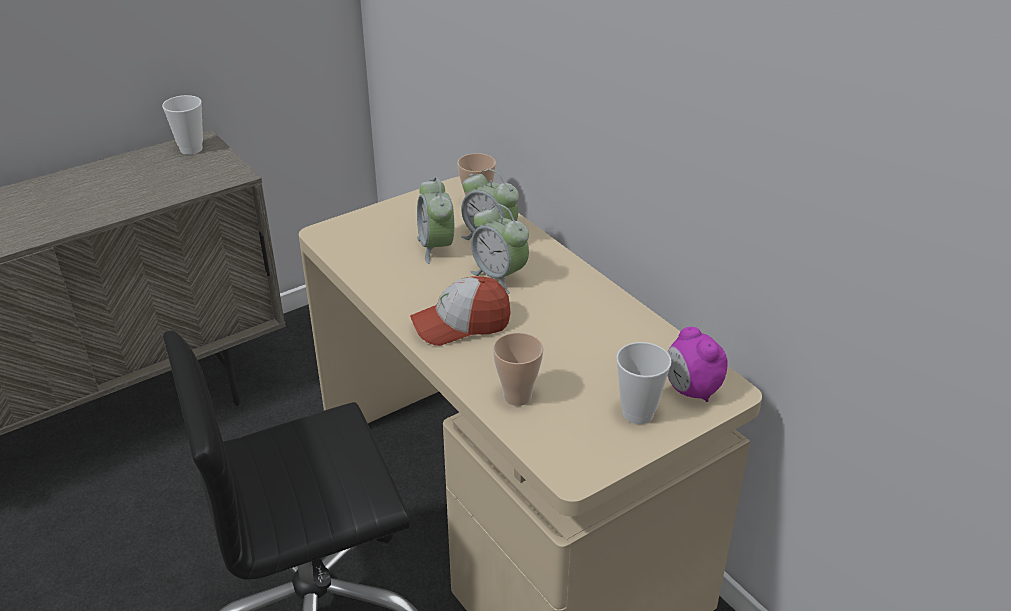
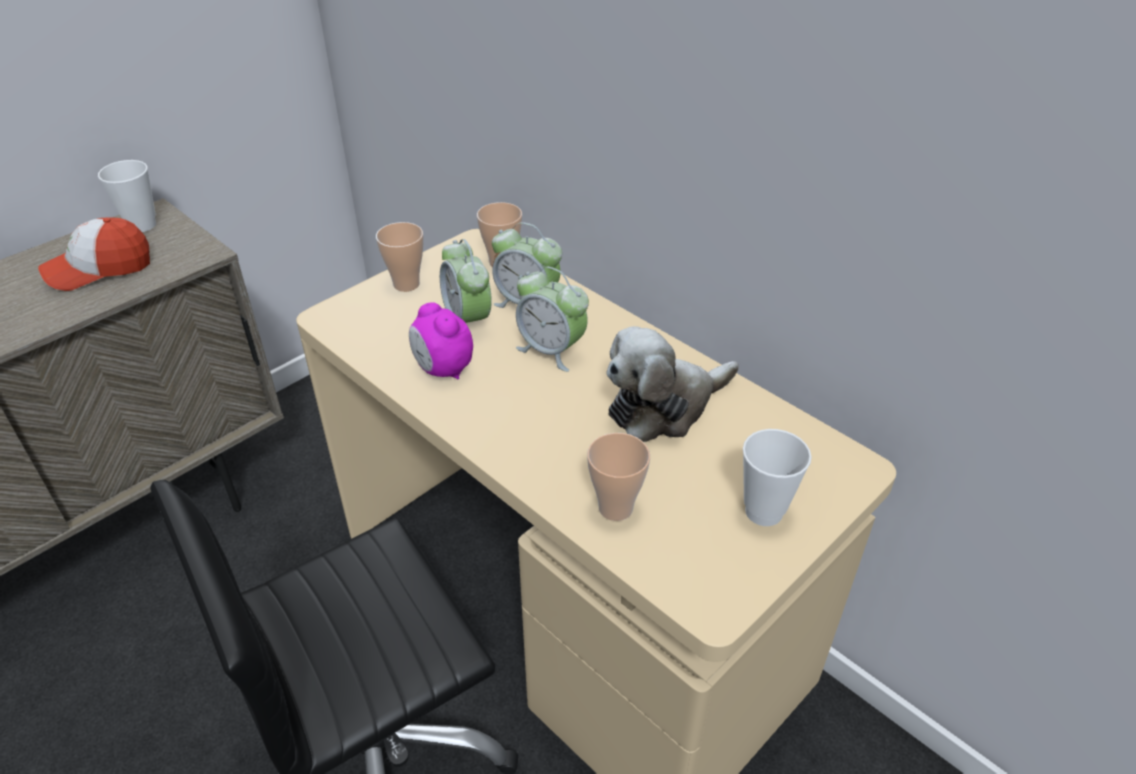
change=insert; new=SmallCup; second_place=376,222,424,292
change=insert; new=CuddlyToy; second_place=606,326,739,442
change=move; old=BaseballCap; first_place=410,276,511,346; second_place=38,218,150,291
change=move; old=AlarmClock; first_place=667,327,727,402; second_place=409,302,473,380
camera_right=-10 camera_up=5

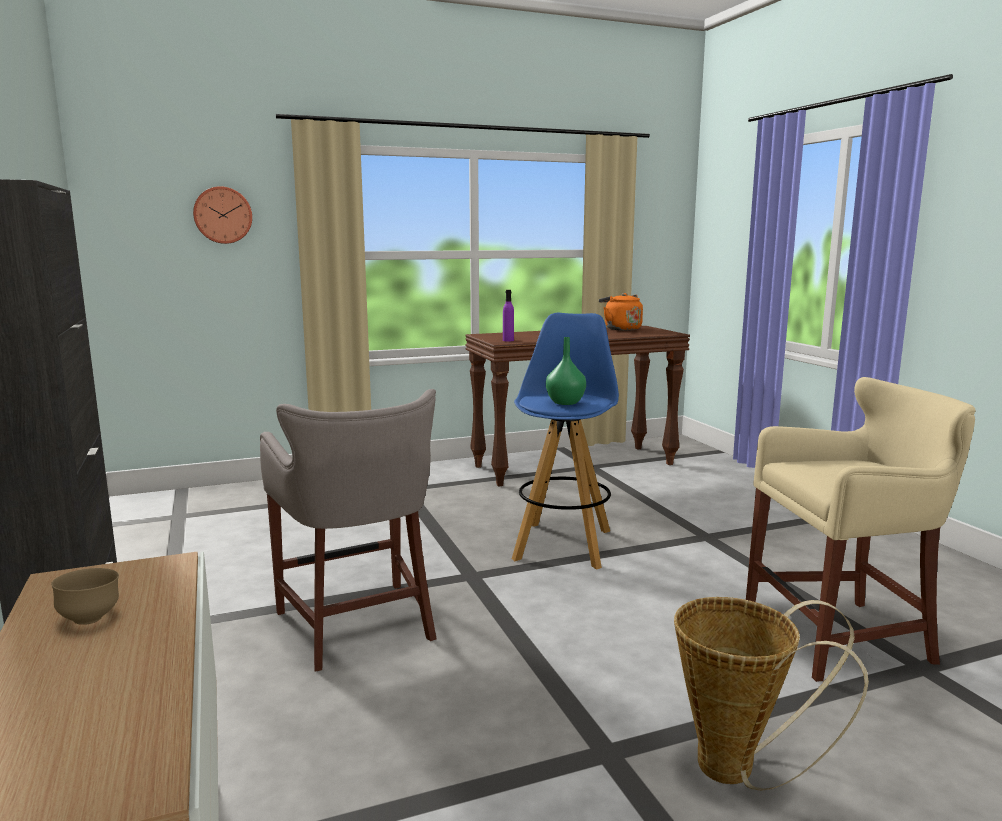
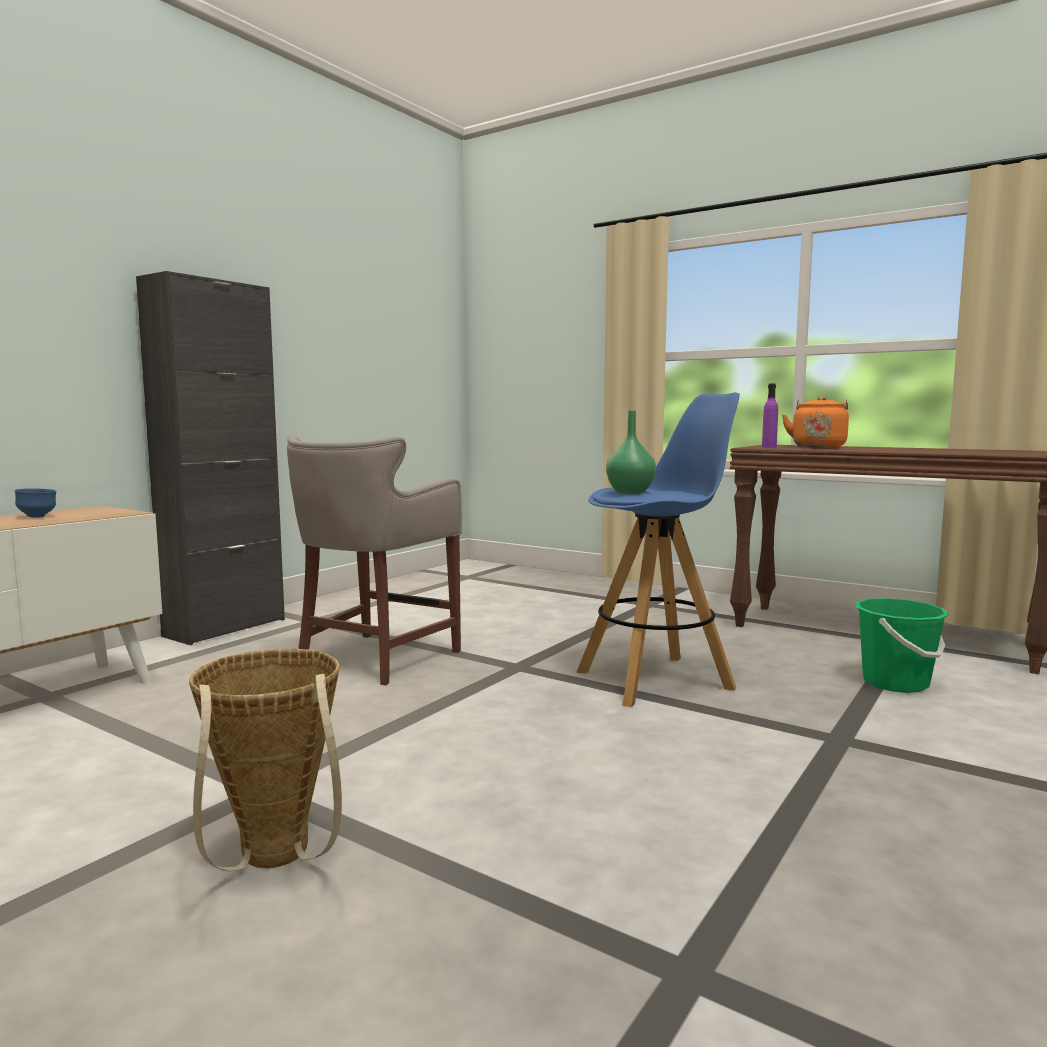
change=delete; old=ClockOnTheWall; first_place=193,186,252,244
change=delete; old=BeigeColouredStoolSeat; first_place=746,377,976,682
change=insert; new=GreenishWaterBucket; second_place=855,598,949,693
change=move; old=OrangeKettle; first_place=599,293,643,331; second_place=782,396,849,448
change=recolor; old=BrownBowl; new=BlueBowl; first_place=51,568,119,625; second_place=14,488,57,517
camera_right=55 camera_up=-5

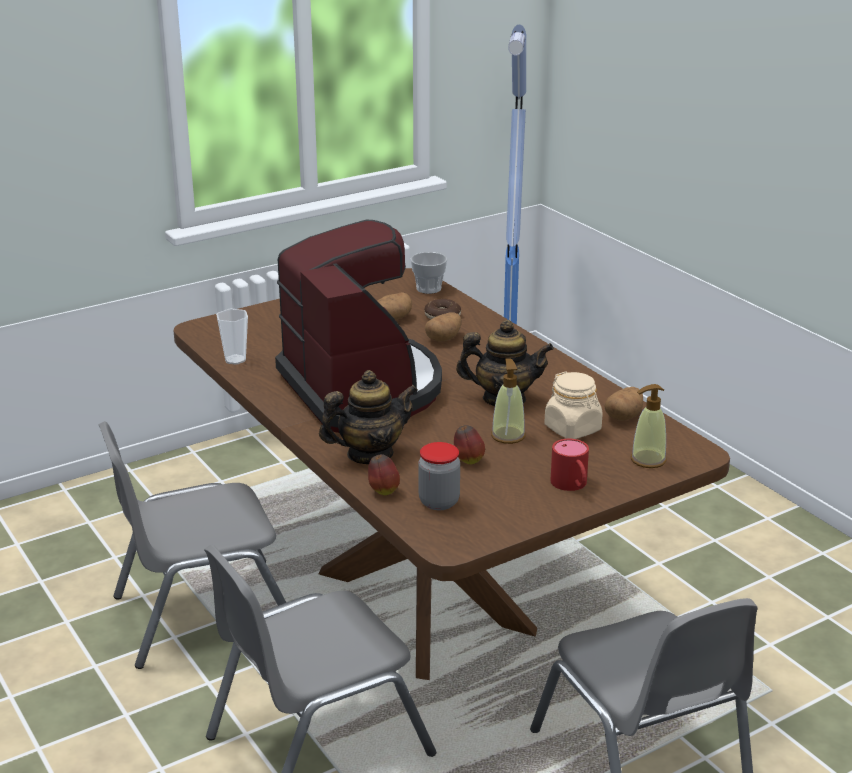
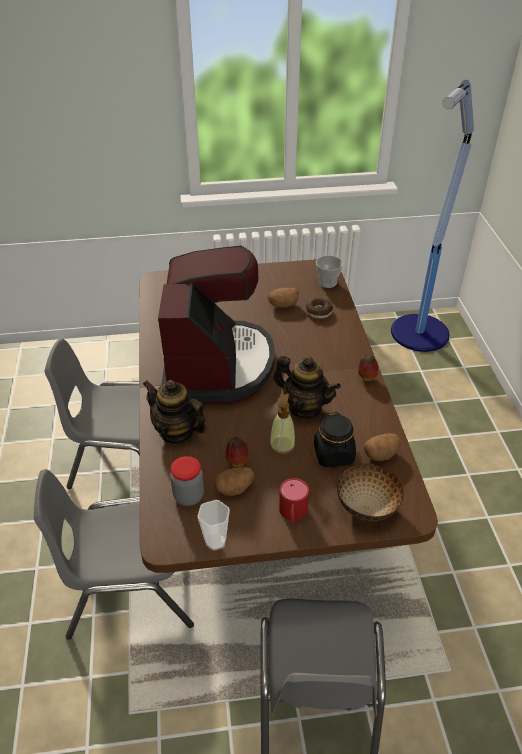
change=move; old=SmallCup; first_place=216,308,248,365; second_place=197,500,230,551
change=move; old=WholeApple; first_place=368,454,400,496; second_place=358,355,378,381
change=move; old=WholePotato; first_place=425,312,462,342; second_place=214,467,255,496
change=replace; old=SoapDispenser; new=Bowl; first_place=631,384,666,468; second_place=337,463,405,521
change=recolor; old=BeigeColouredStorageJar; new=BlackStorageJar; first_place=544,371,603,439; second_place=314,412,356,467
change=rotate; old=TeaPot; first_place=319,370,418,464; second_place=143,380,207,444; degrees=-150
camera_right=25 camera_up=15

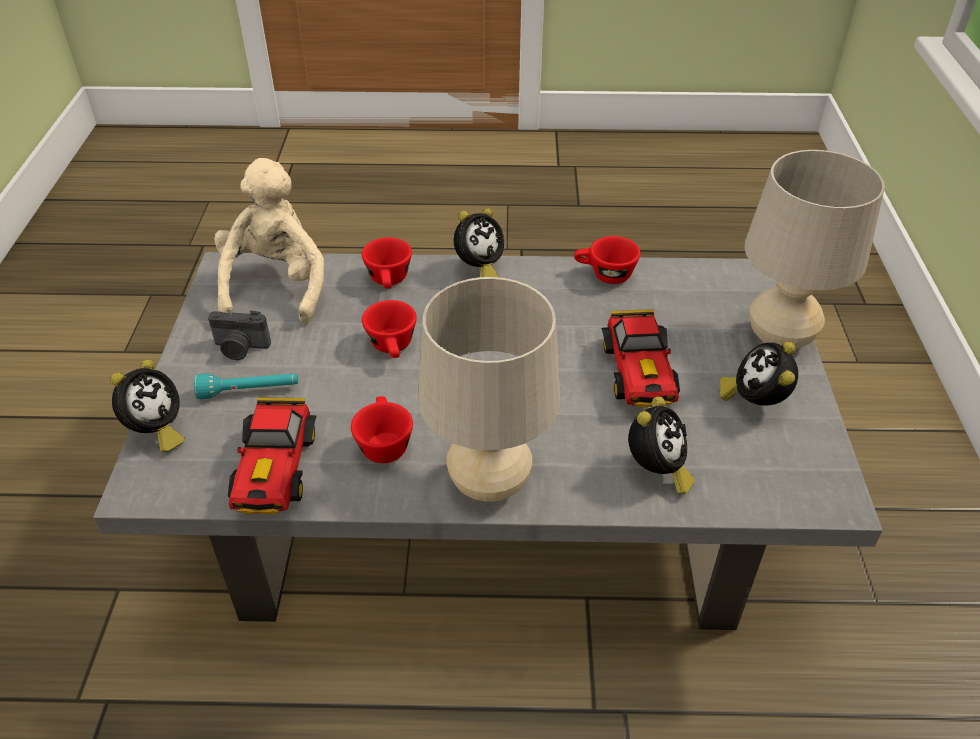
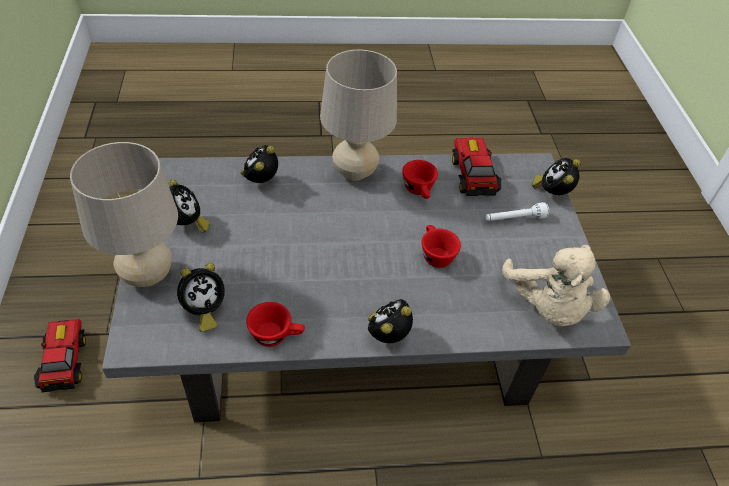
change=delete; old=StillCamera; first_place=208,310,271,360
change=delete; old=ReddishSmallCup; first_place=362,237,412,288
change=insert; new=AlarmClock; second_place=177,263,225,332
change=move; old=MiniatureCar; first_place=601,309,680,407; second_place=34,319,86,392
change=recolor; old=TurquoiseHandTorch; new=WhitishHandTorch; first_place=194,373,298,399; second_place=486,202,549,221
camera_right=170 camera_up=5

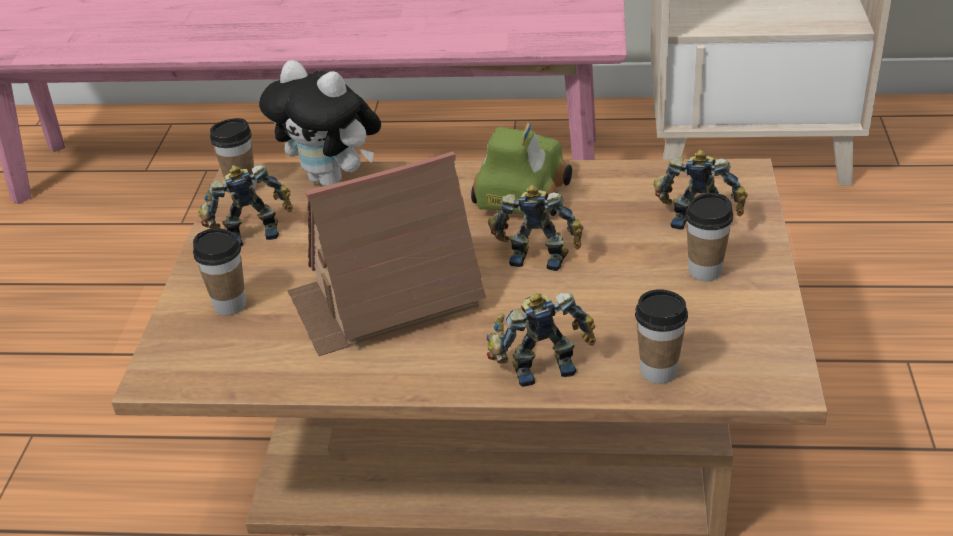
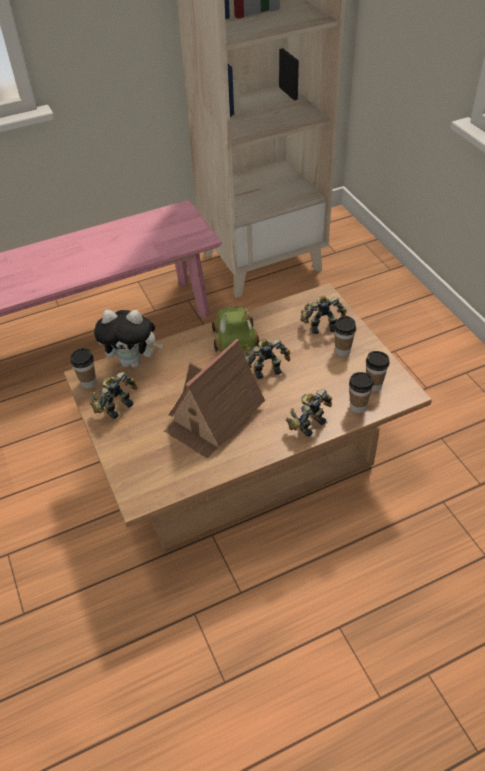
change=move; old=SmallCup; first_place=193,228,246,315; second_place=366,351,390,392
camera_right=-30 camera_up=10

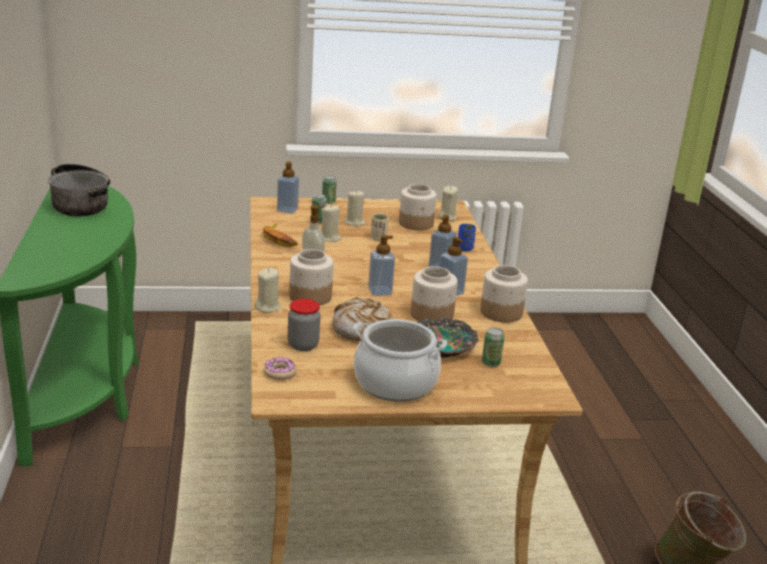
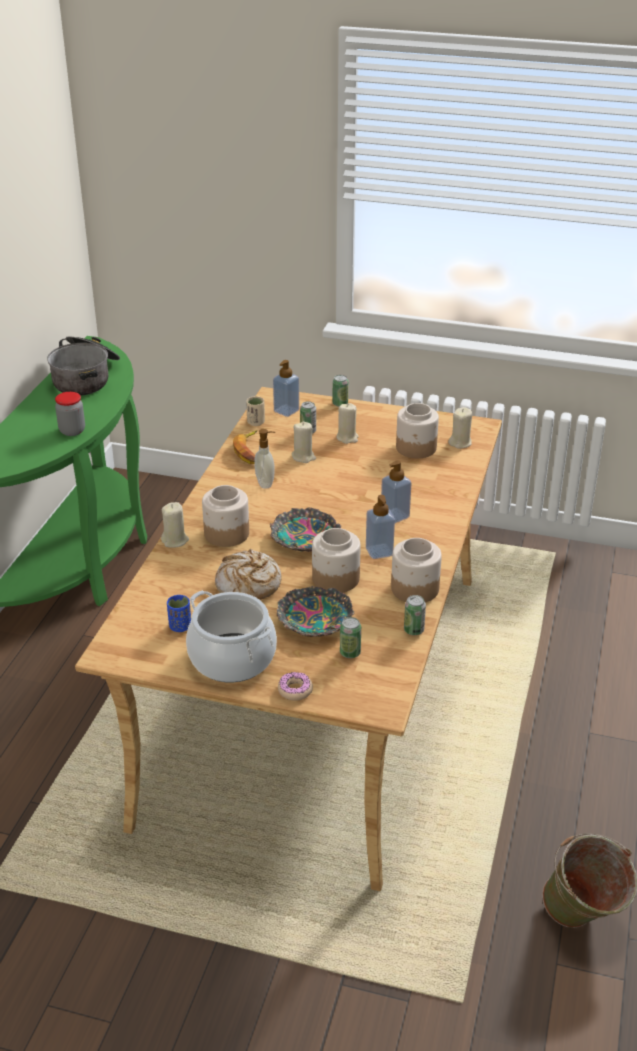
change=insert; new=MetalCan; second_place=404,595,426,635
change=move; old=RingDoughnut; first_place=264,357,297,380; second_place=278,672,313,701
change=move; old=StorageJar; first_place=288,299,320,351; second_place=55,392,85,436
change=move; old=BeigeColouredSmallCup; first_place=371,213,389,241; second_place=246,396,265,426
change=move; old=BlueSmallCup; first_place=458,224,476,251; second_place=167,595,191,632
change=replace; old=SoapDispenser; new=Bowl; first_place=368,235,395,296; second_place=270,507,341,552
camera_right=25 camera_up=10

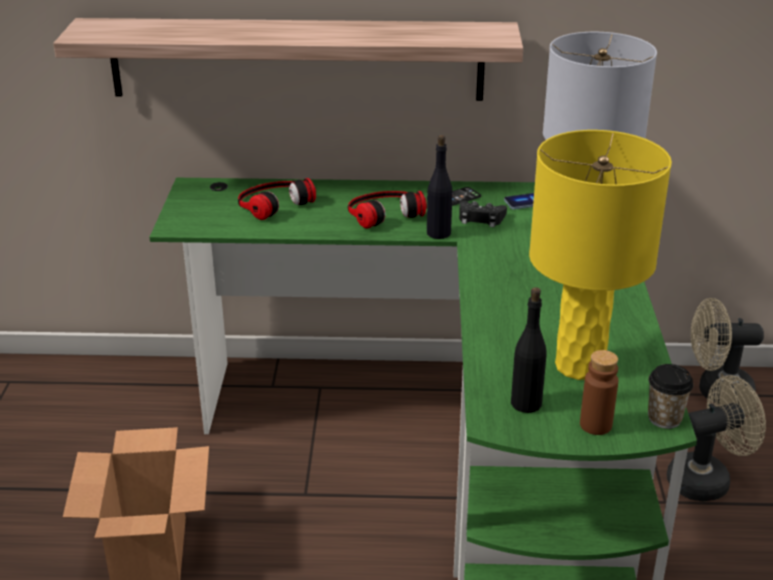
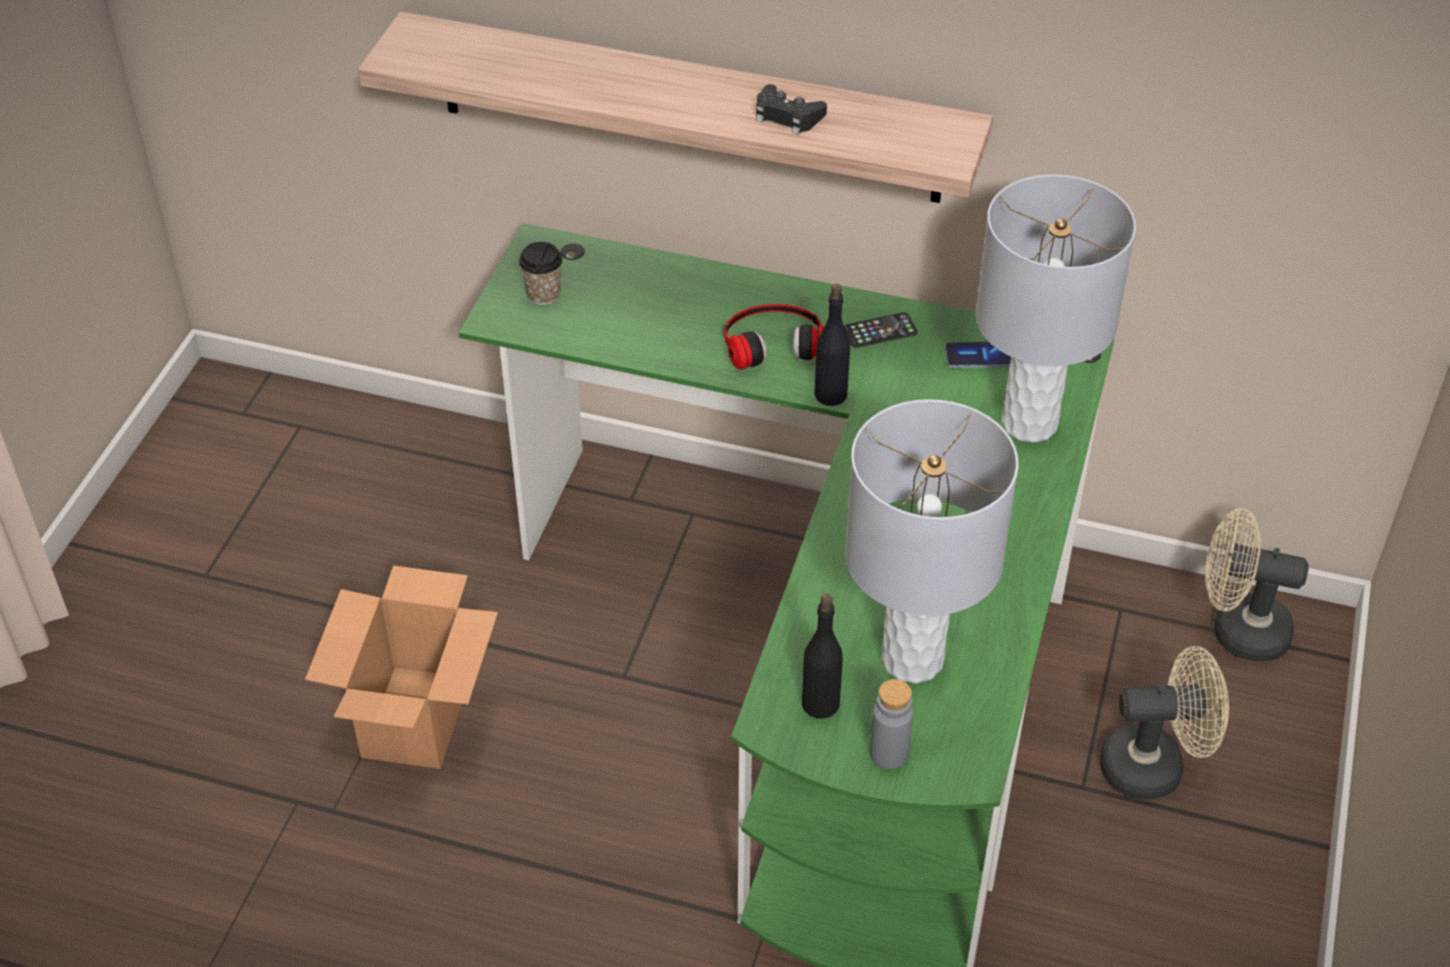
change=delete; old=PairOfHeadphones; first_place=238,178,316,220
change=move; old=BlackGamepad; first_place=459,201,507,227; second_place=756,84,827,135
change=move; old=SmallCup; first_place=648,364,693,429; second_place=519,242,562,305
change=recolor; old=YellowColouredTableLamp; new=GreyishTableLamp; first_place=529,130,672,380; second_place=845,399,1019,683
change=recolor; old=BrownBottle; new=GreyishBottle; first_place=580,350,618,435; second_place=870,679,913,769
camera_right=15 camera_up=15

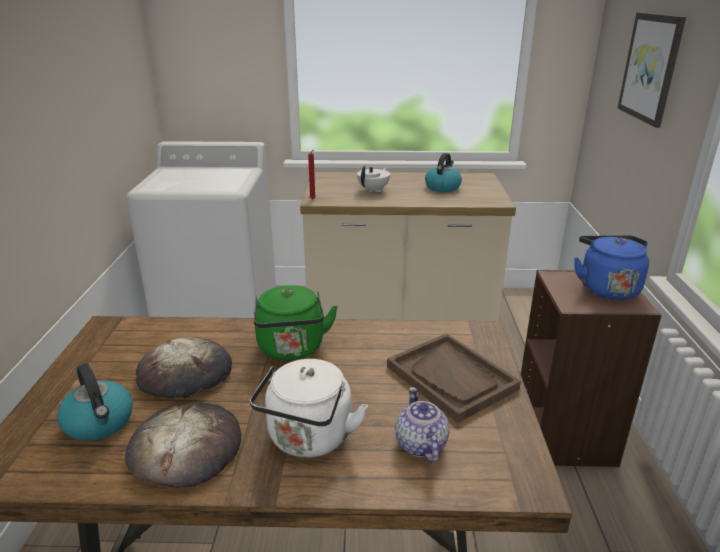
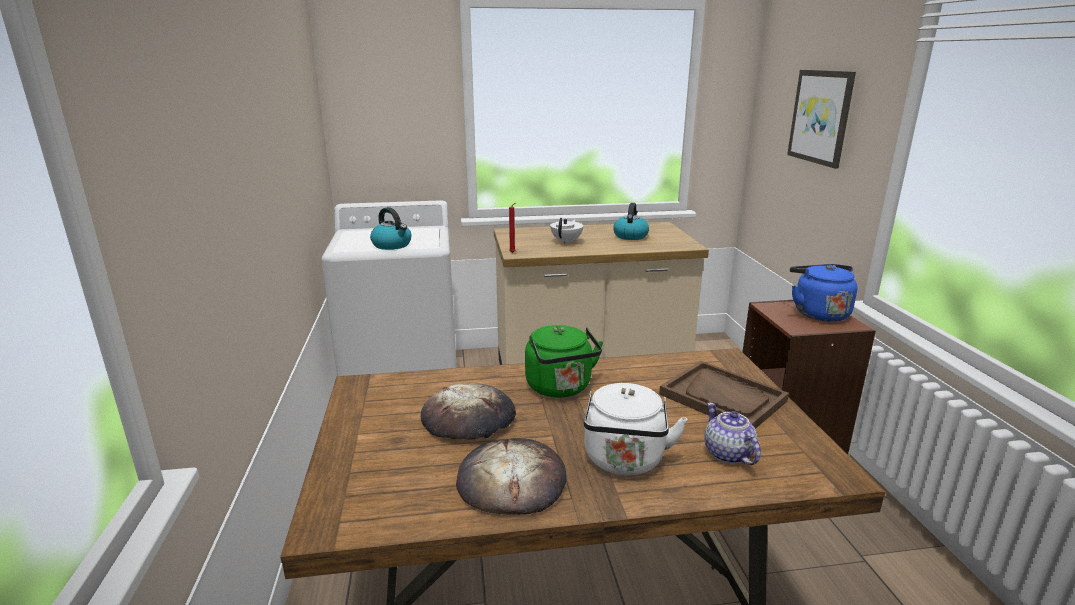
change=move; old=Kettle; first_place=57,363,133,441; second_place=370,207,411,250
camera_right=-10 camera_up=-5

